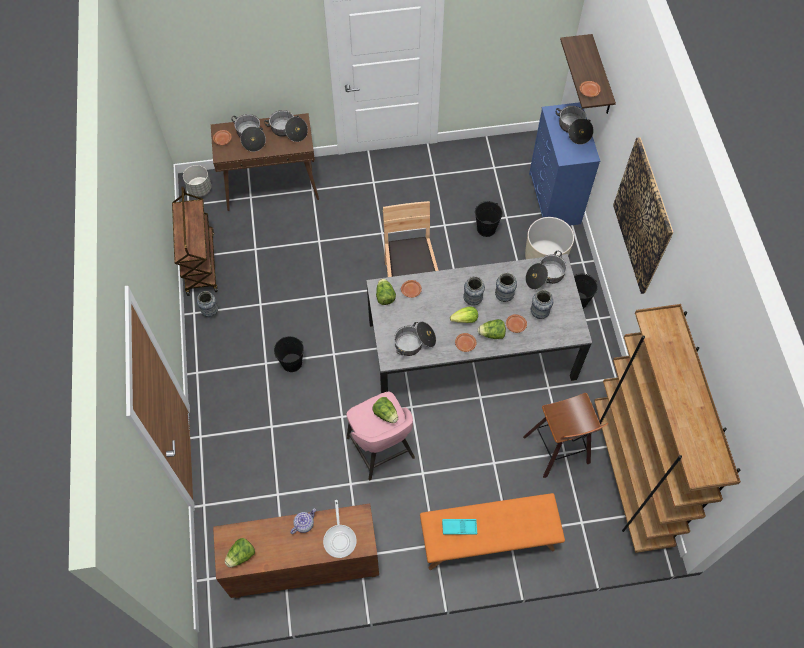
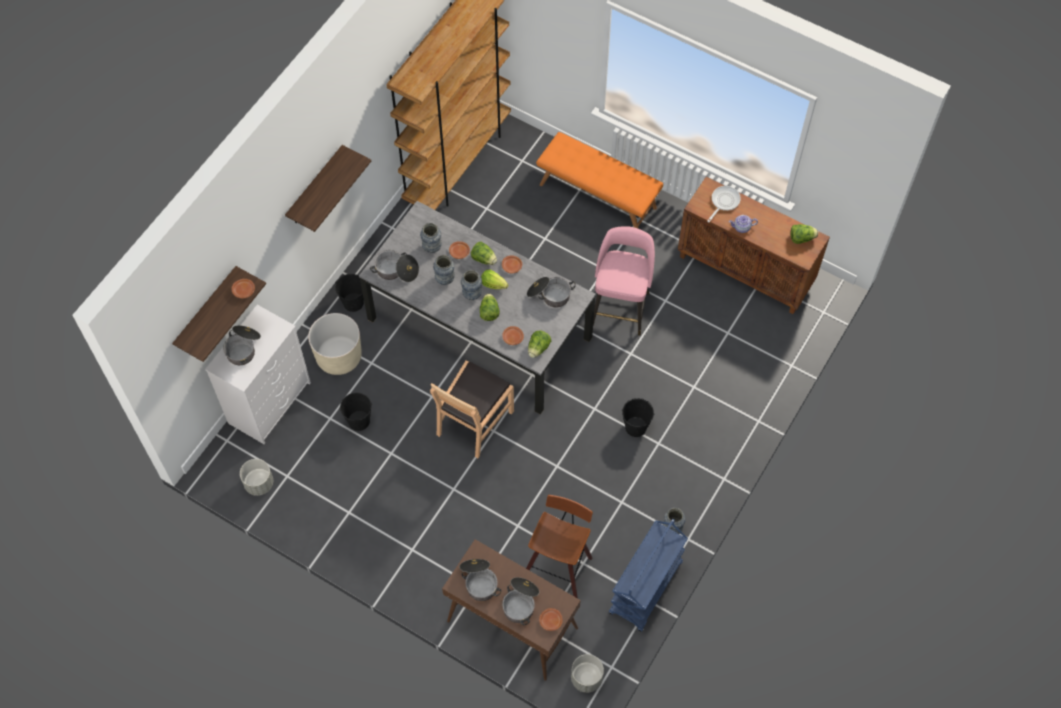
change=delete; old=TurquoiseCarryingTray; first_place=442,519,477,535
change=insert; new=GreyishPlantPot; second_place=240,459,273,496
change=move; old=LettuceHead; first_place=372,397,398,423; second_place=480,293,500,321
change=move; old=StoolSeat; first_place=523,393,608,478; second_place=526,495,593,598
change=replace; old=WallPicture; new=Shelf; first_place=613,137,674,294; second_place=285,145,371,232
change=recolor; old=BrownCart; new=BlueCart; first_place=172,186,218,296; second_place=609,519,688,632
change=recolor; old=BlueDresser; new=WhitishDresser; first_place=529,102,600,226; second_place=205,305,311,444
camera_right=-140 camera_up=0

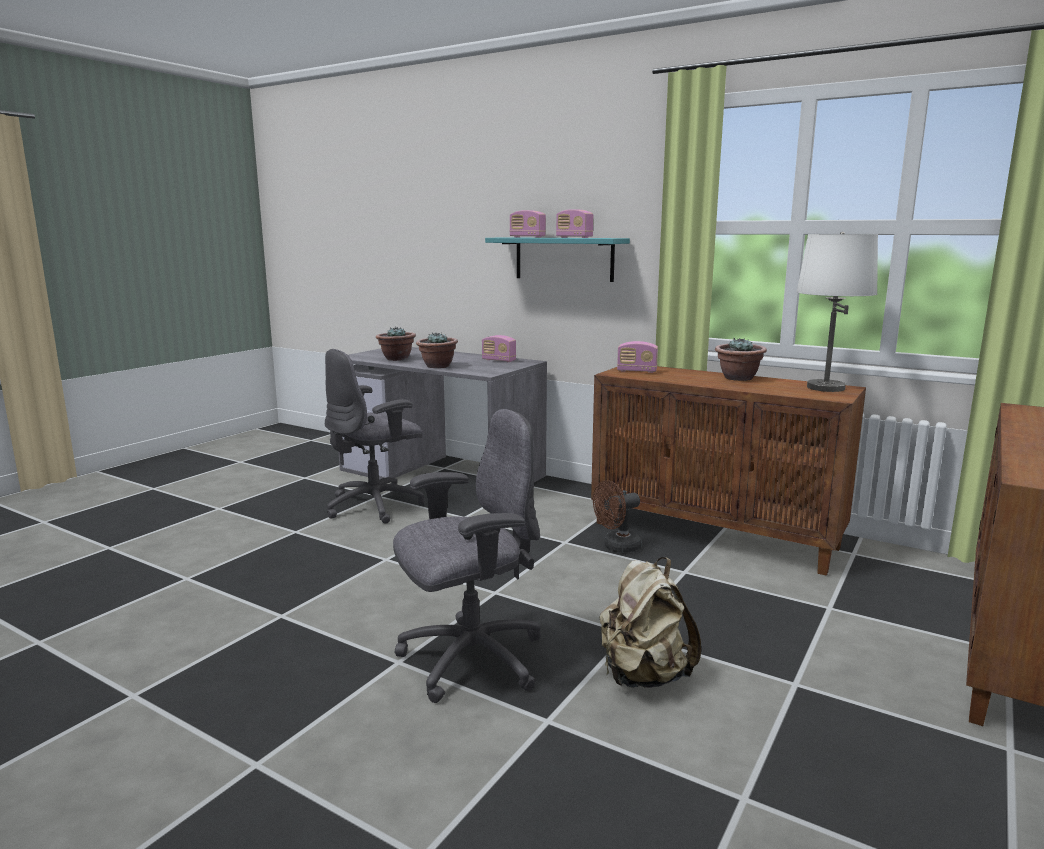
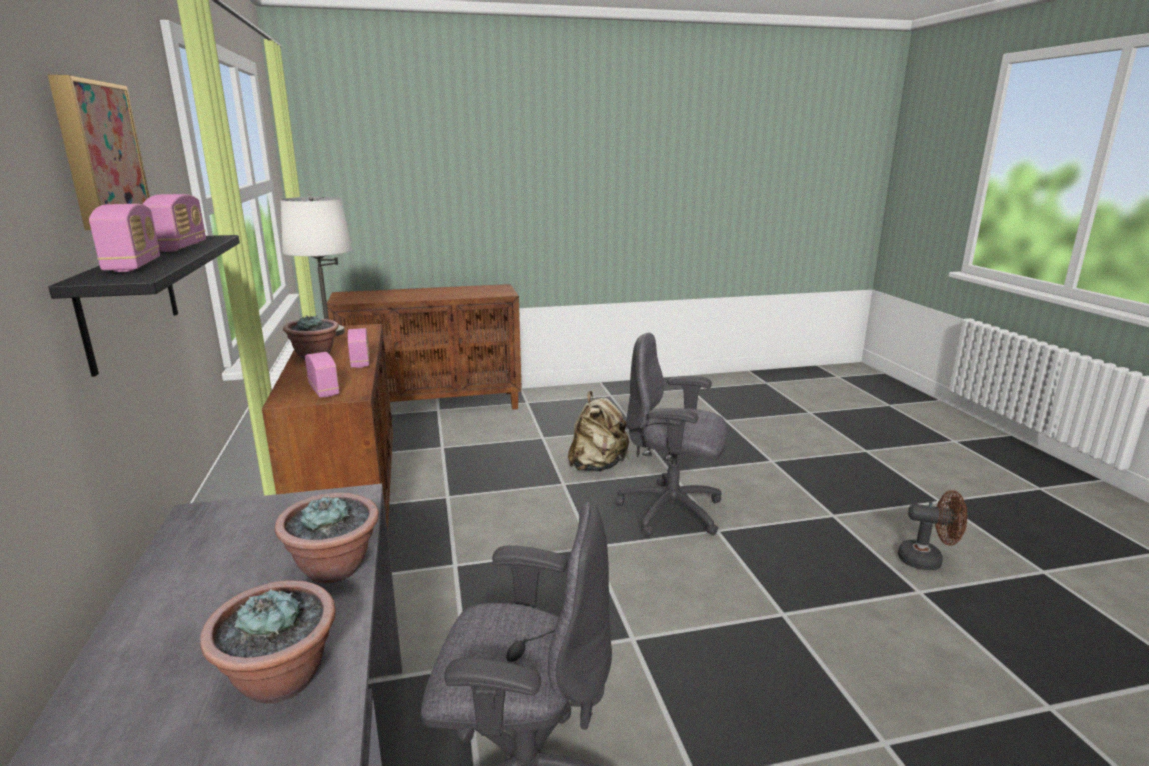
change=insert; new=WallPicture; second_place=48,75,150,230
change=move; old=Radio; first_place=482,335,516,362; second_place=348,328,370,368
change=move; old=BrownElectricFan; first_place=593,480,642,553; second_place=898,490,967,570
change=recolor; old=TurquoiseShelf; new=BlackShelf; first_place=485,237,630,282; second_place=48,235,240,377
camera_right=-135 camera_up=5

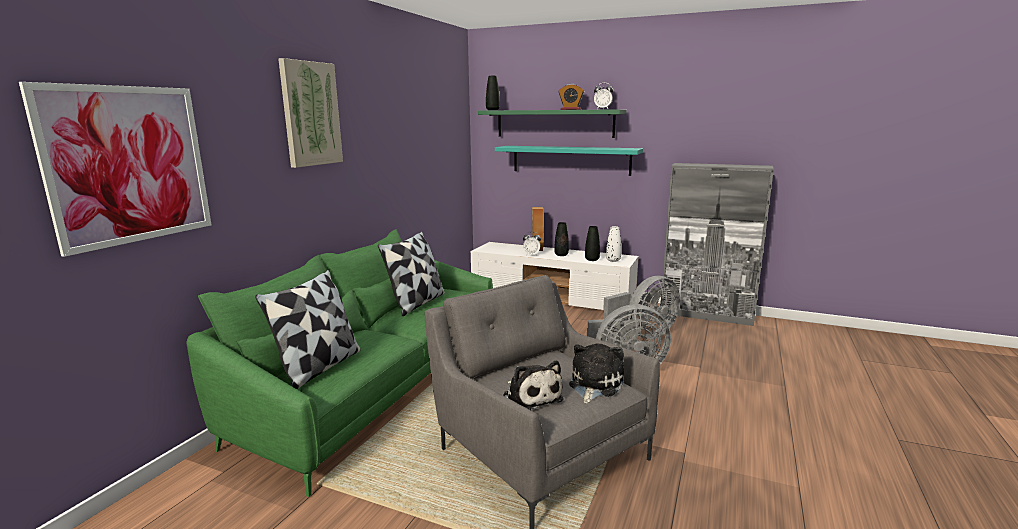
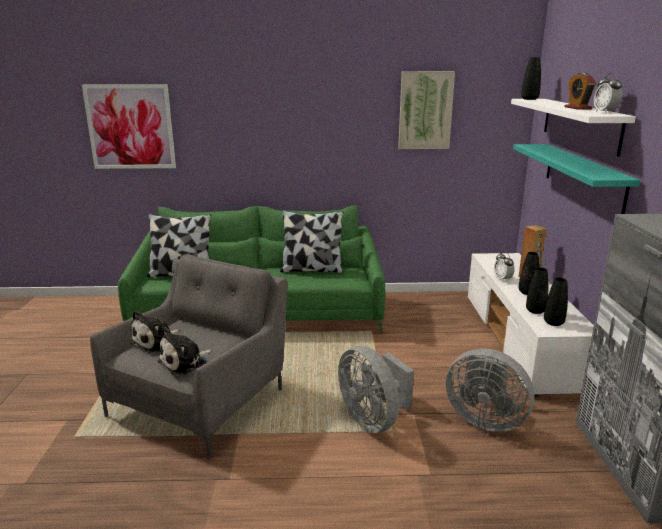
change=move; old=WallPicture; first_place=278,58,343,168; second_place=398,71,455,149
change=recolor; old=GreenishShelf; new=WhitishShelf; first_place=478,109,626,138; second_place=511,99,636,157
change=recolor; old=WhitishDecorativeVase; new=BlackDecorativeVase; first_place=606,226,621,262; second_place=544,278,568,326
change=rotate; old=CuddlyToy; first_place=569,343,624,404; second_place=158,327,212,375; degrees=135
camera_right=65 camera_up=5

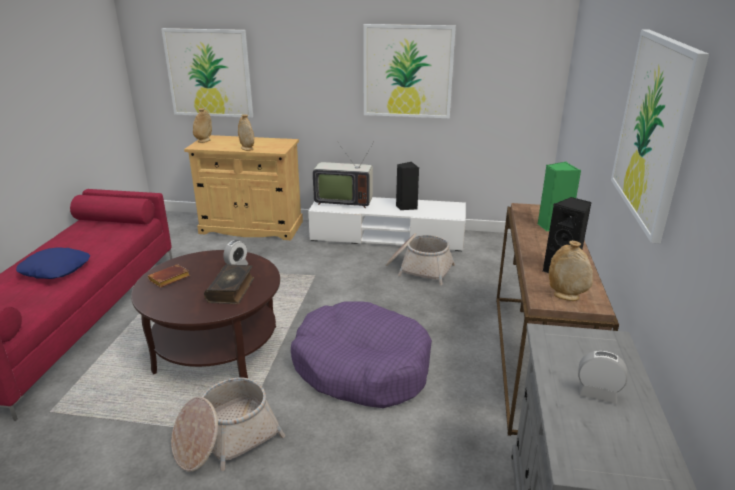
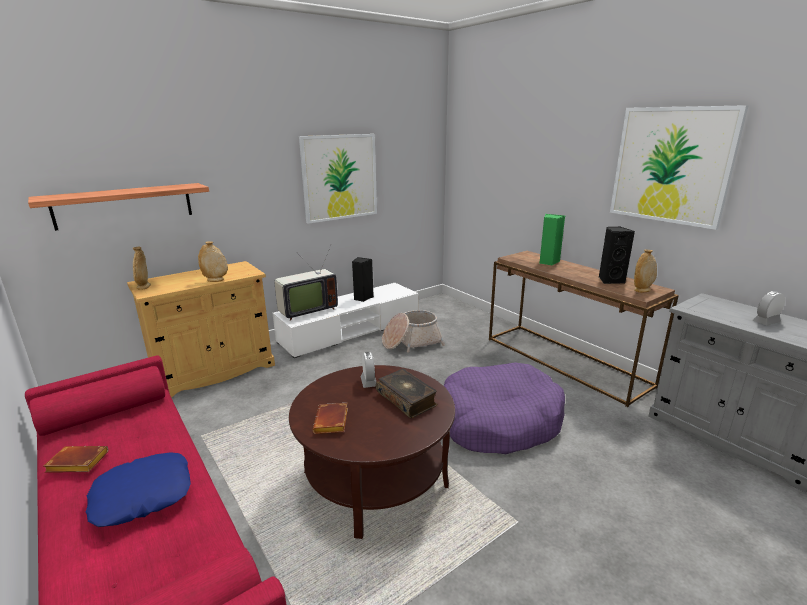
change=delete; old=StorageBasket; first_place=171,377,285,472
change=insert; new=BrownVolume; second_place=43,446,108,473
change=replace; old=WallPicture; new=Shelf; first_place=161,28,253,118; second_place=28,183,209,231
camera_right=-45 camera_up=-5

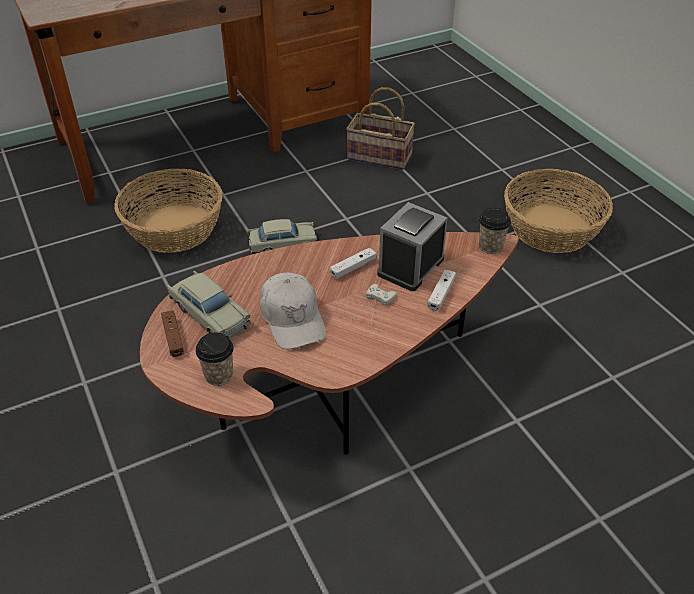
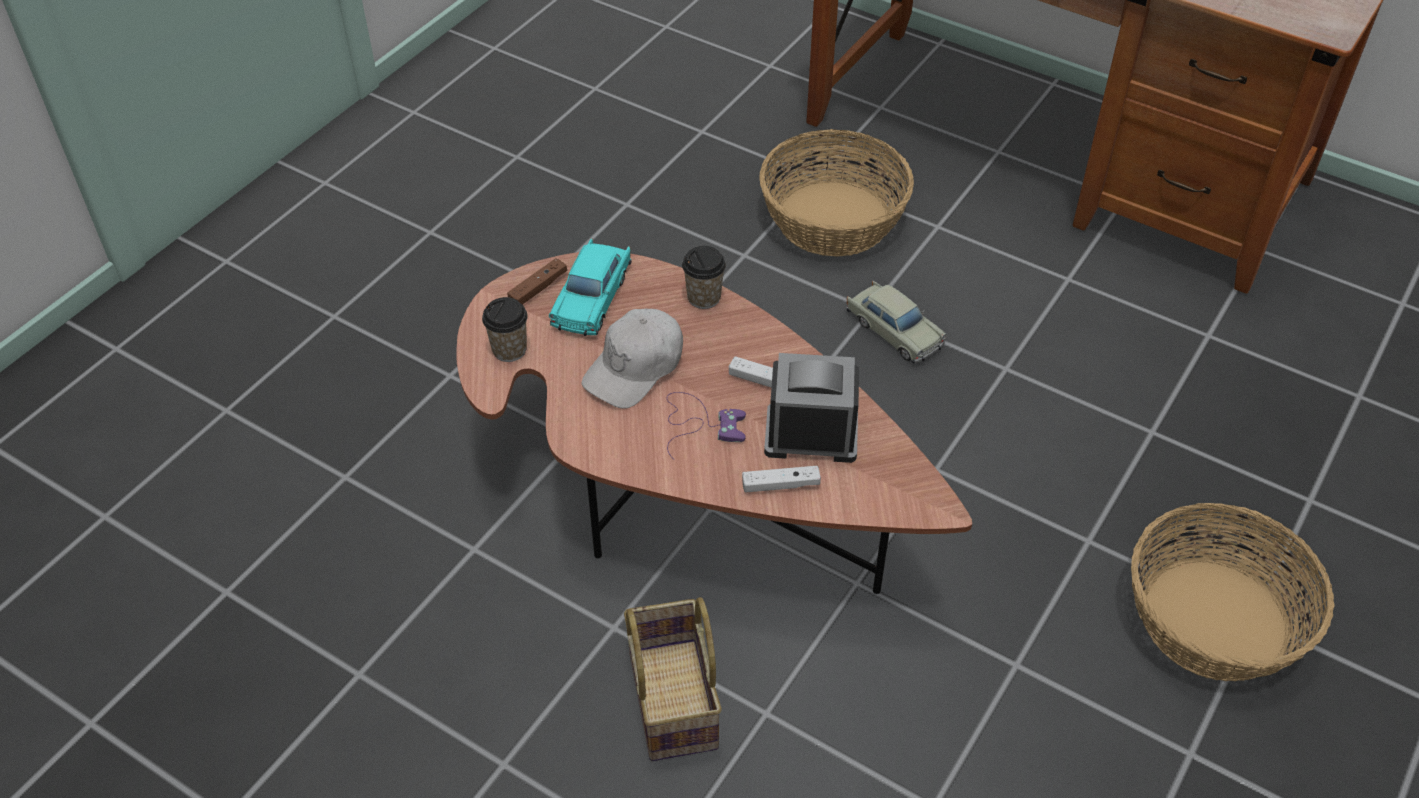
change=move; old=StorageBasket; first_place=346,87,415,170; second_place=624,597,722,761
change=move; old=SmallCup; first_place=479,208,511,254; second_place=682,246,726,309
change=recolor; old=BeigeColouredMiniatureCar; new=TurquoiseMiniatureCar; first_place=167,271,251,338; second_place=549,239,632,336
change=recolor; old=WhitishGamepad; new=PurpleColouredGamepad; first_place=332,284,397,331; second_place=667,392,746,459
camera_right=60 camera_up=5

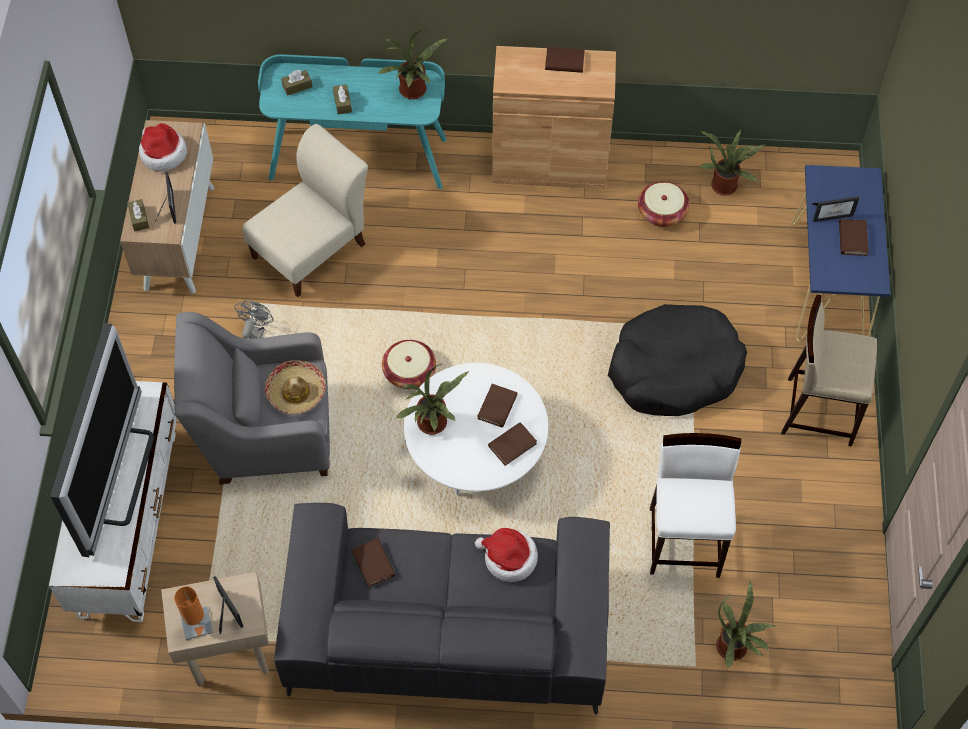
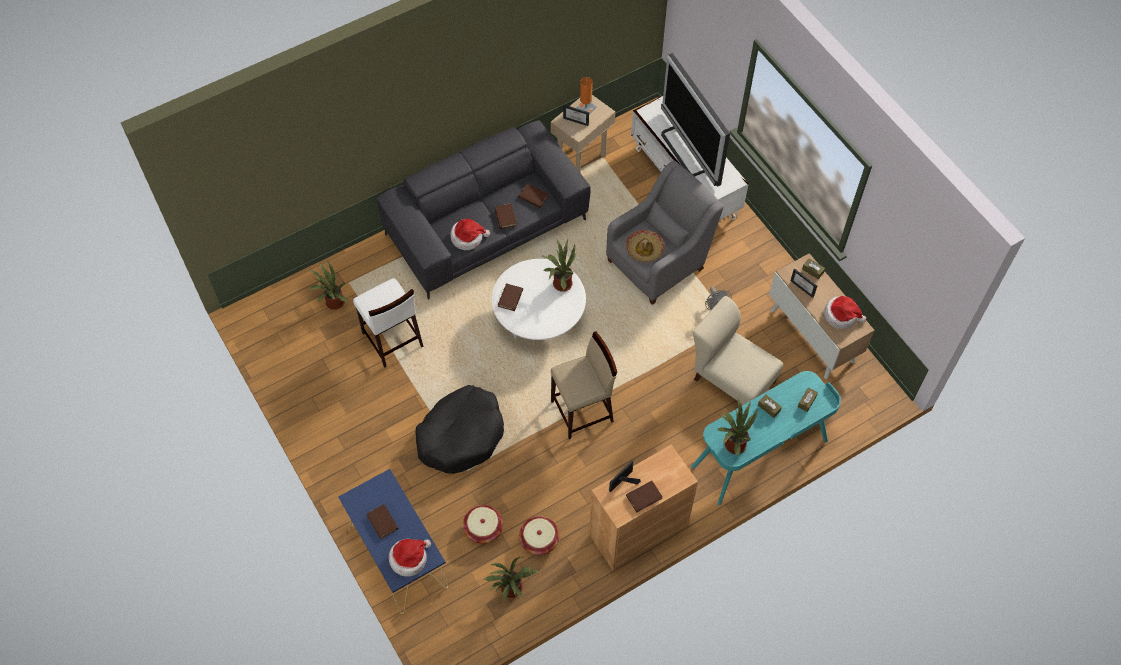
change=insert; new=ClothingHat; second_place=389,539,431,577
change=move; old=StorageBasket; first_place=382,340,436,389; second_place=463,505,503,544
change=move; old=BrownVolume; first_place=477,384,518,428; second_place=494,203,517,229
change=move; old=BeigeColouredStoolSeat; first_place=781,295,877,447; second_place=551,331,617,439
change=move; old=StandingFrame; first_place=812,196,859,222; second_place=609,460,641,492
change=rotate; old=BeigeColouredPlainChair; first_place=242,124,368,297; second_place=693,296,783,405; degrees=120
camera_right=145 camera_up=0

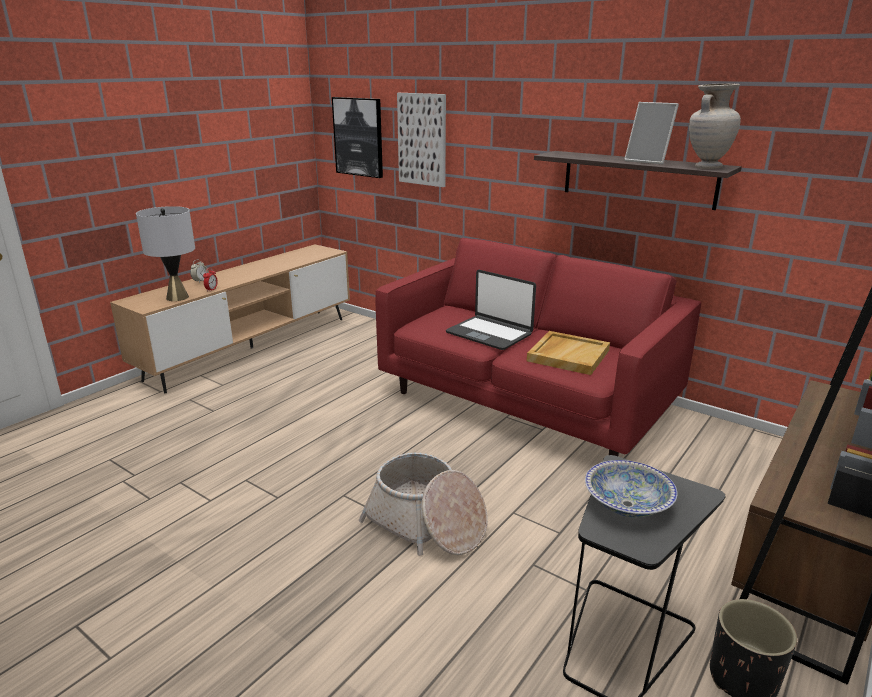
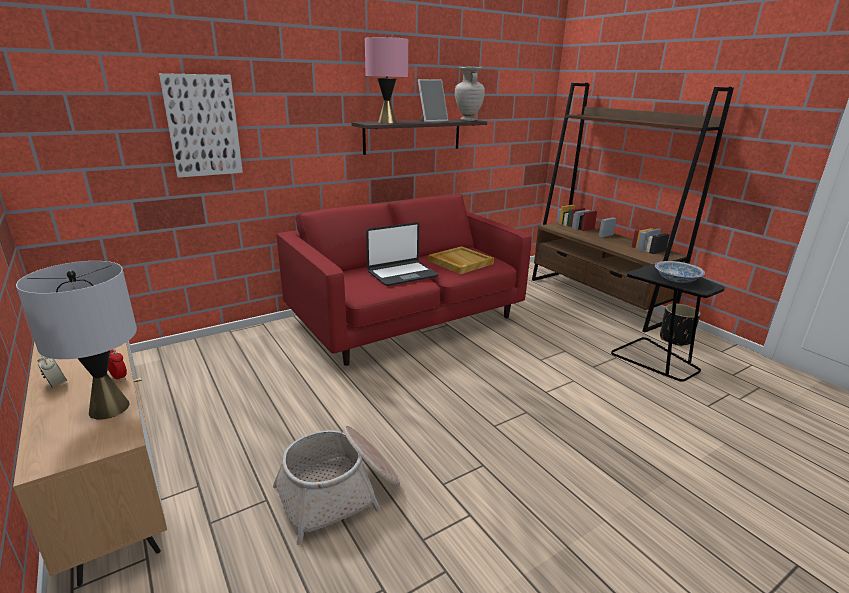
change=delete; old=WallPicture; first_place=332,97,383,178
change=insert; new=PinkColouredTableLamp; second_place=365,36,408,123
change=move; old=StorageBasket; first_place=359,453,488,556; second_place=273,426,400,545
camera_right=-70 camera_up=0

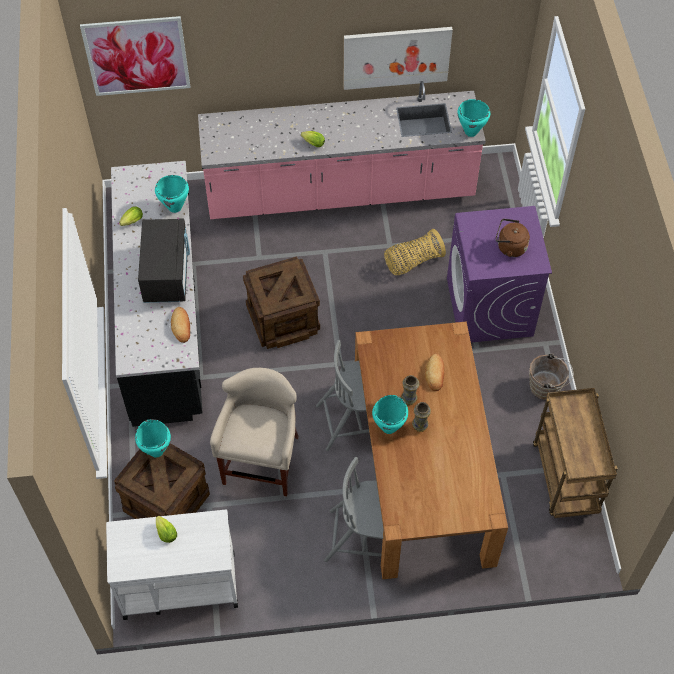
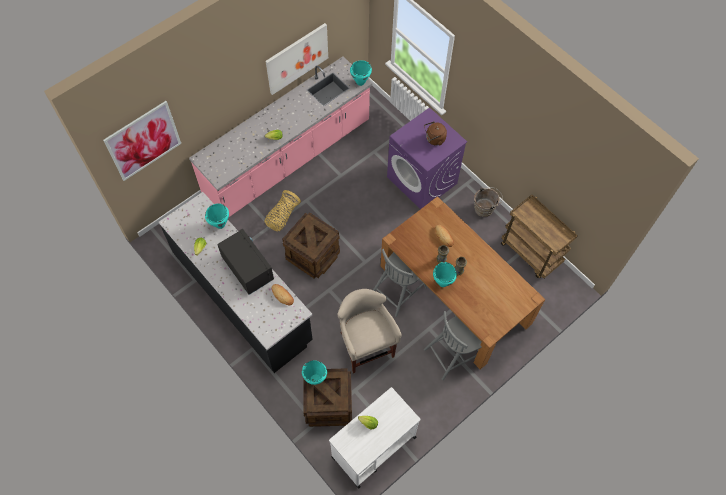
change=move; old=StorageBasket; first_place=384,229,446,275; second_place=265,190,301,231
camera_right=-35 camera_up=5

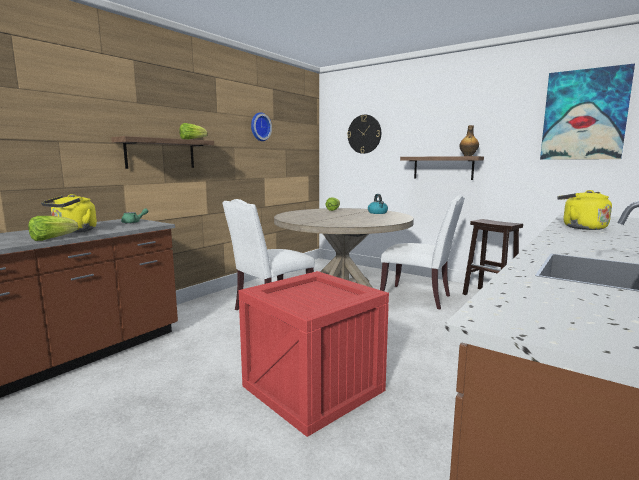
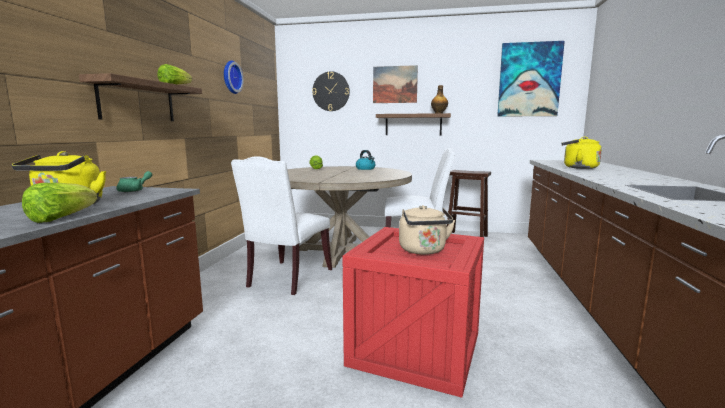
change=insert; new=WallPicture; second_place=373,65,418,103
change=insert; new=BeigeColouredKettle; second_place=399,205,455,255
camera_right=-25 camera_up=0

